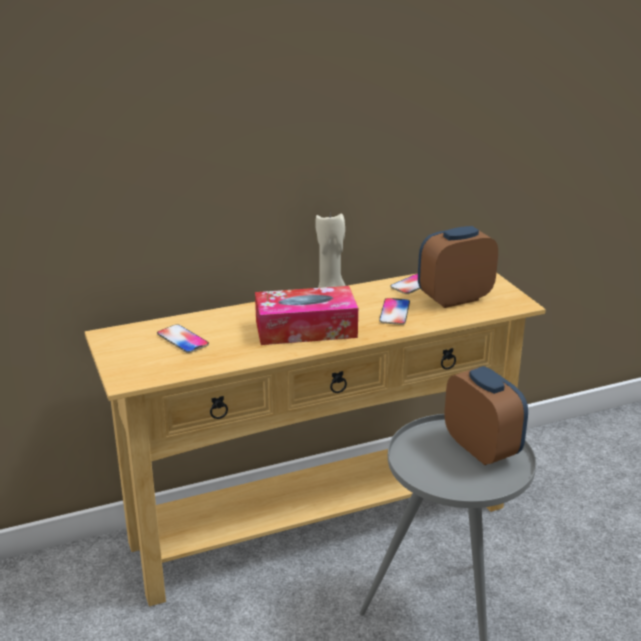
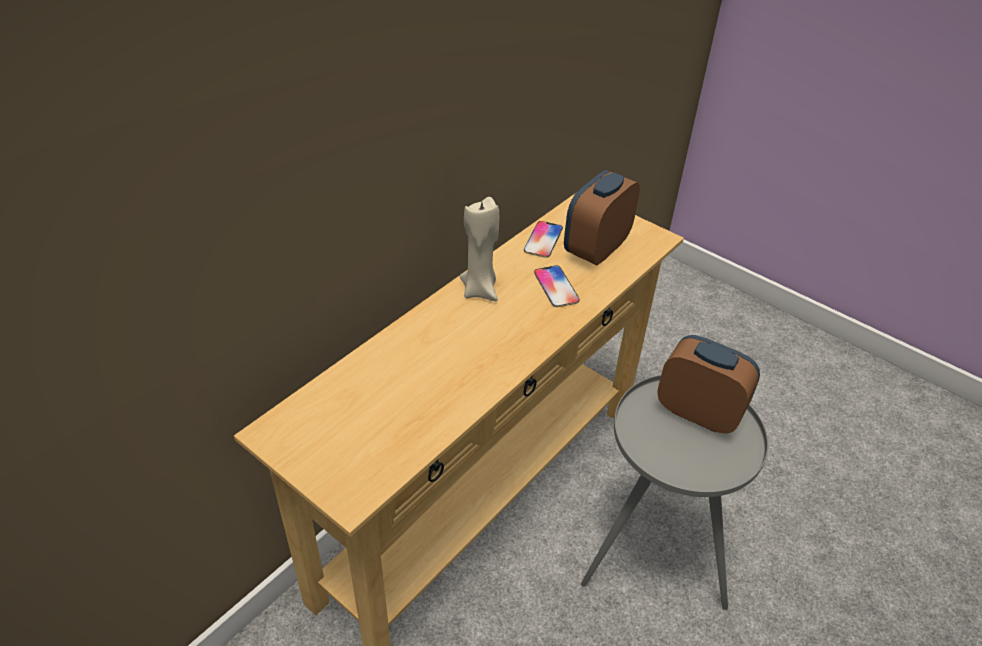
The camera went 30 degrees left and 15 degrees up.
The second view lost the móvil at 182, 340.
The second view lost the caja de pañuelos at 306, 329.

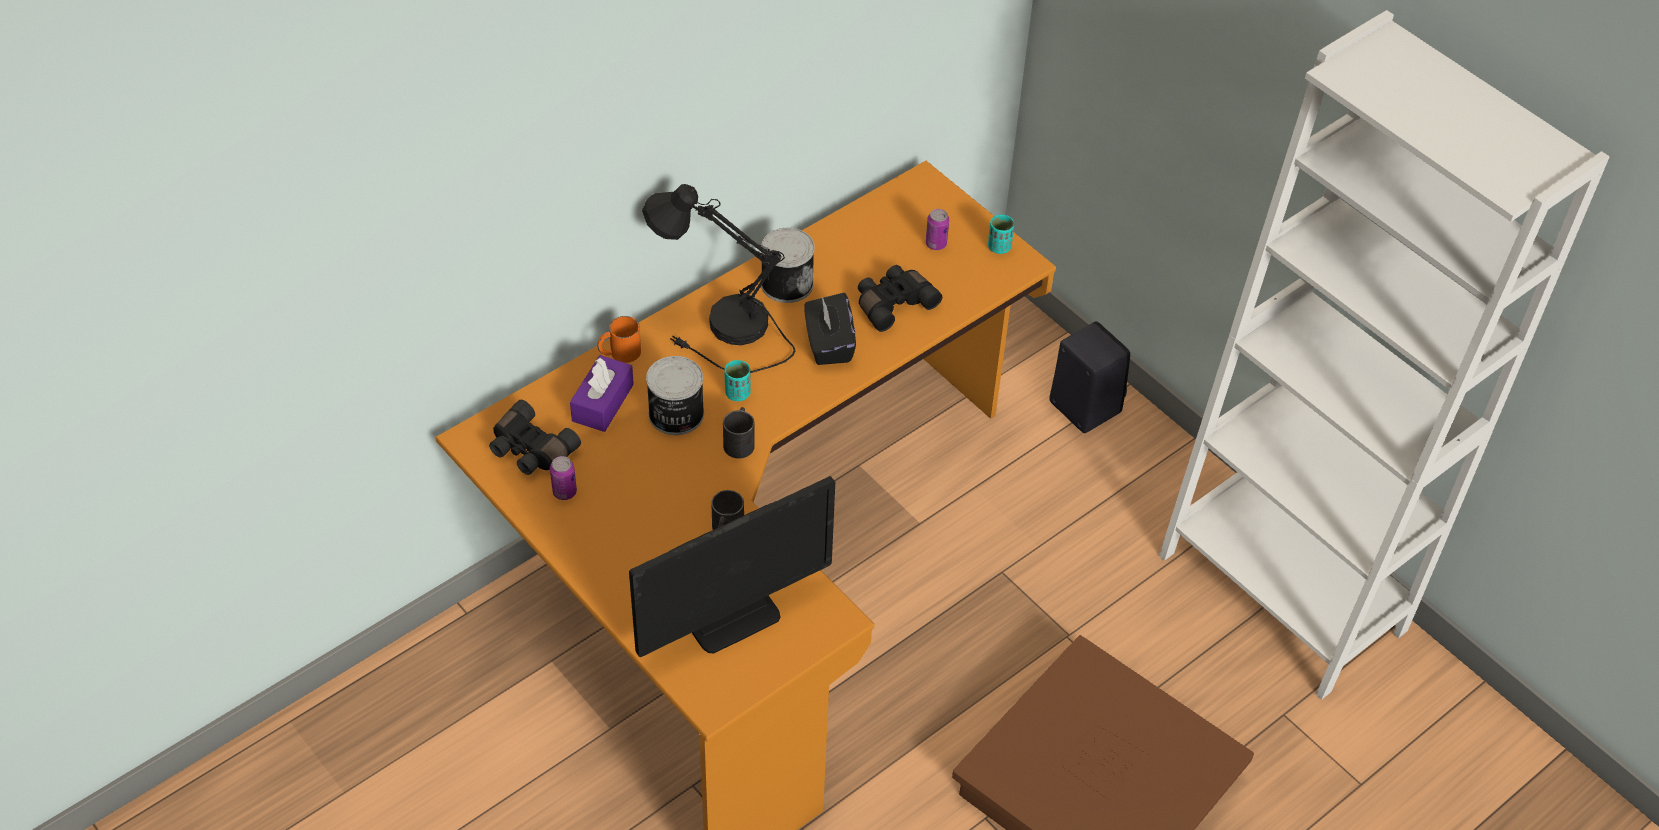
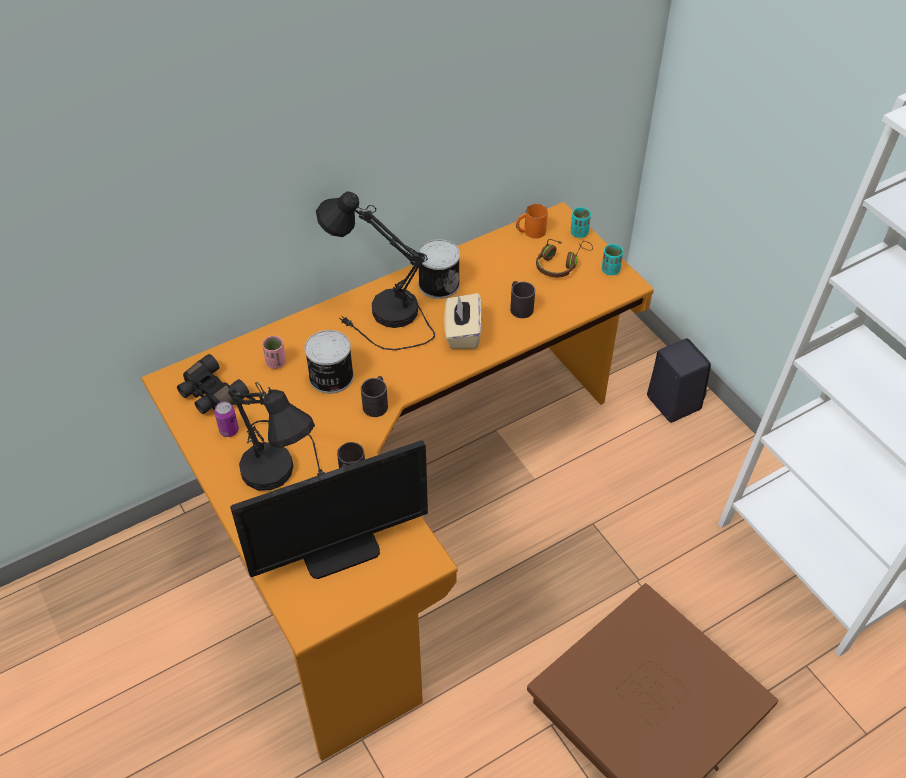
The camera went 10 degrees right and 0 degrees up.
The second view gained the lámpara de mesa (negro) at 285, 468.
The taza grande (naranja) ended up elsewhere, having gone from 619, 353 to 530, 231.
The taza (turquesa) ended up elsewhere, having gone from 737, 393 to 579, 233.
Where the caja de pañuelos (morado) stood at 603, 403, the taza (rosa) came to stand at 276, 362.
Where the prismáticos (negro) stood at 893, 303, the taza grande (negro) came to stand at 519, 306.
Where the lata stood at 936, 244, the auriculares (marrón) came to stand at 561, 264.
What was the caja de pañuelos (negro) at 828, 344 turned into the caja de pañuelos (beis) at 462, 333.

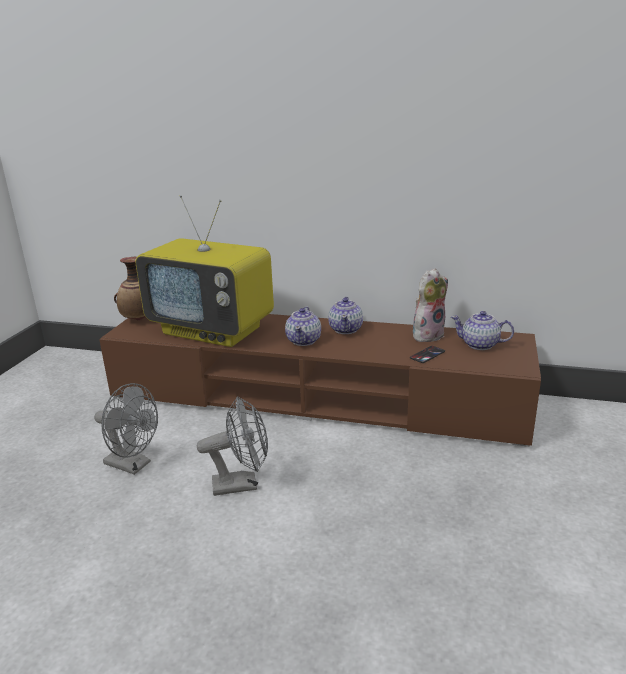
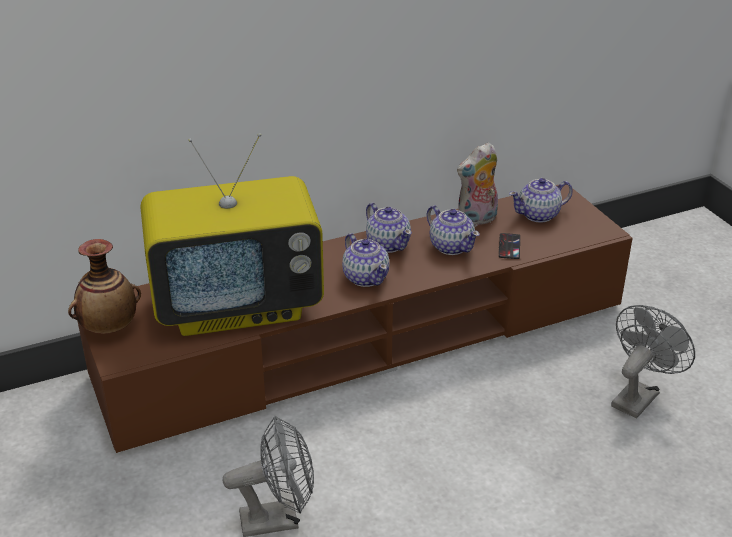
The camera went 40 degrees left and 10 degrees up.
The second view gained the tetera at 451, 246.
The ventilador (gris) ended up elsewhere, having gone from 242, 484 to 638, 396.
The peluche at 427, 335 ended up facing another way, 135 degrees counterclockwise from before.

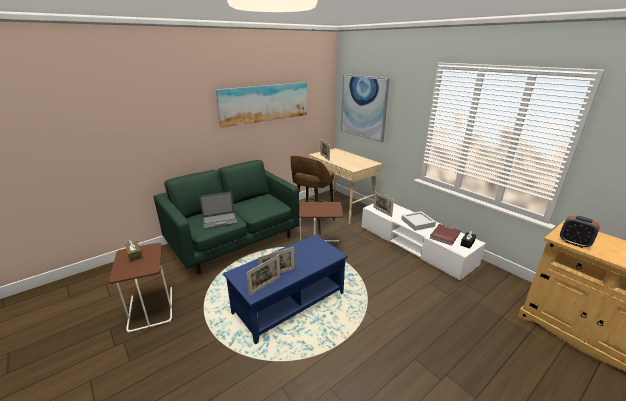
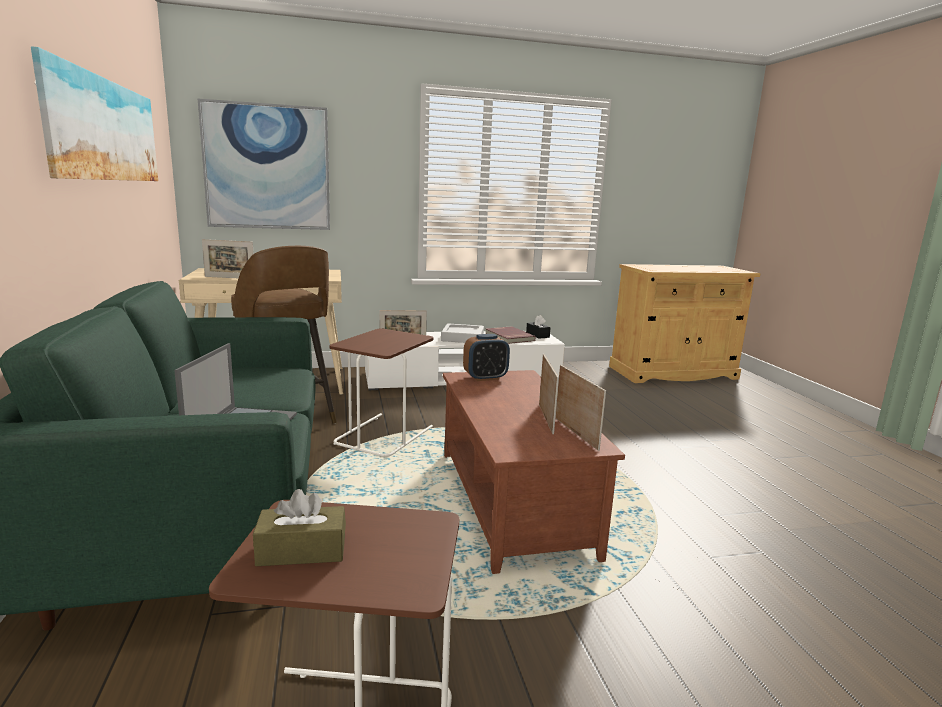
The camera went 65 degrees left and 10 degrees down.
The despertador ended up elsewhere, having gone from 574, 243 to 485, 378.
What was the mesa de centro (azul) at 289, 302 turned into the mesa de centro (marrón) at 510, 501.

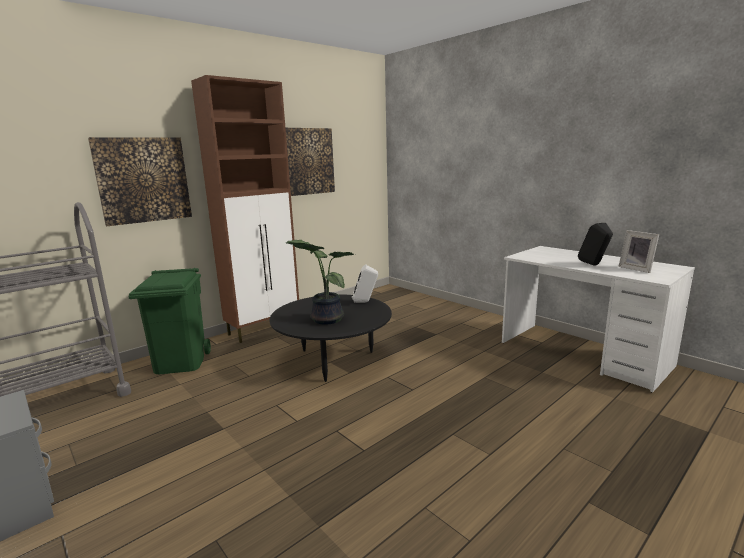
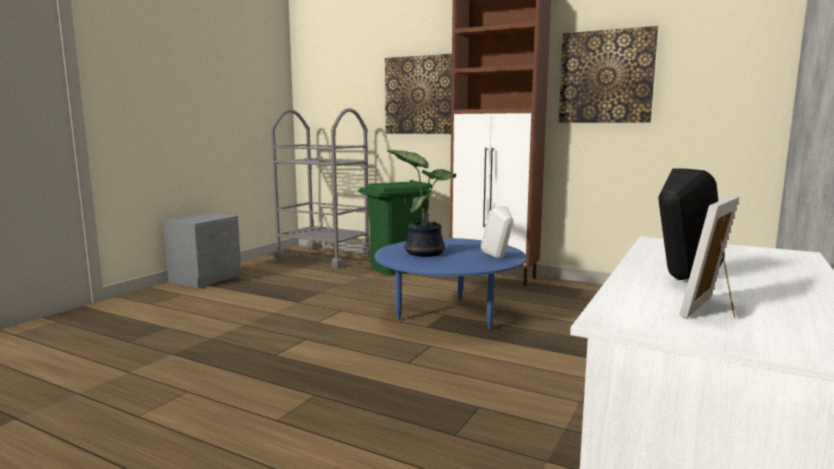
The camera went 70 degrees right and 5 degrees down.
What was the mesa de centro (negro) at 333, 360 turned into the mesa de centro (azul) at 449, 315.

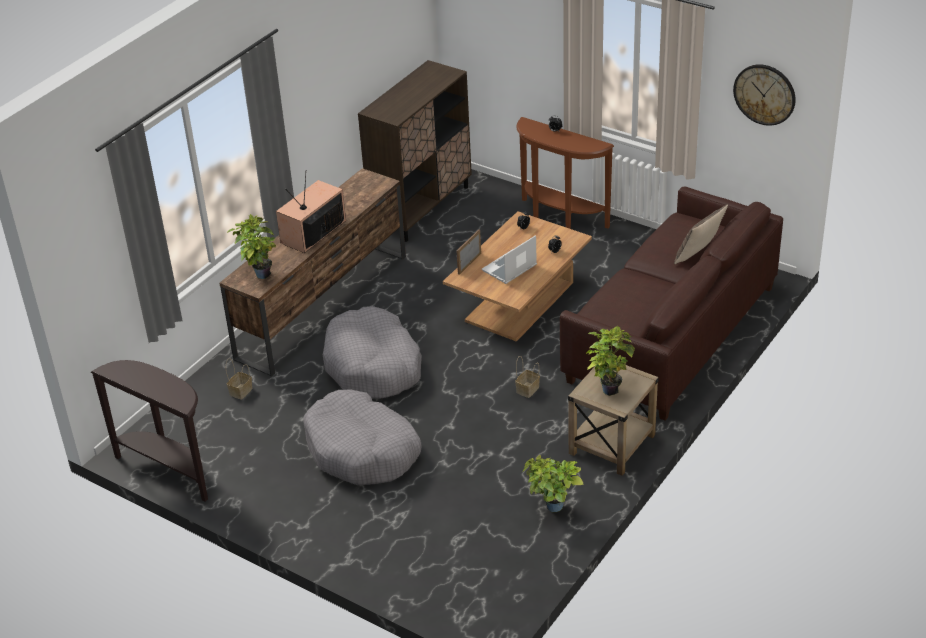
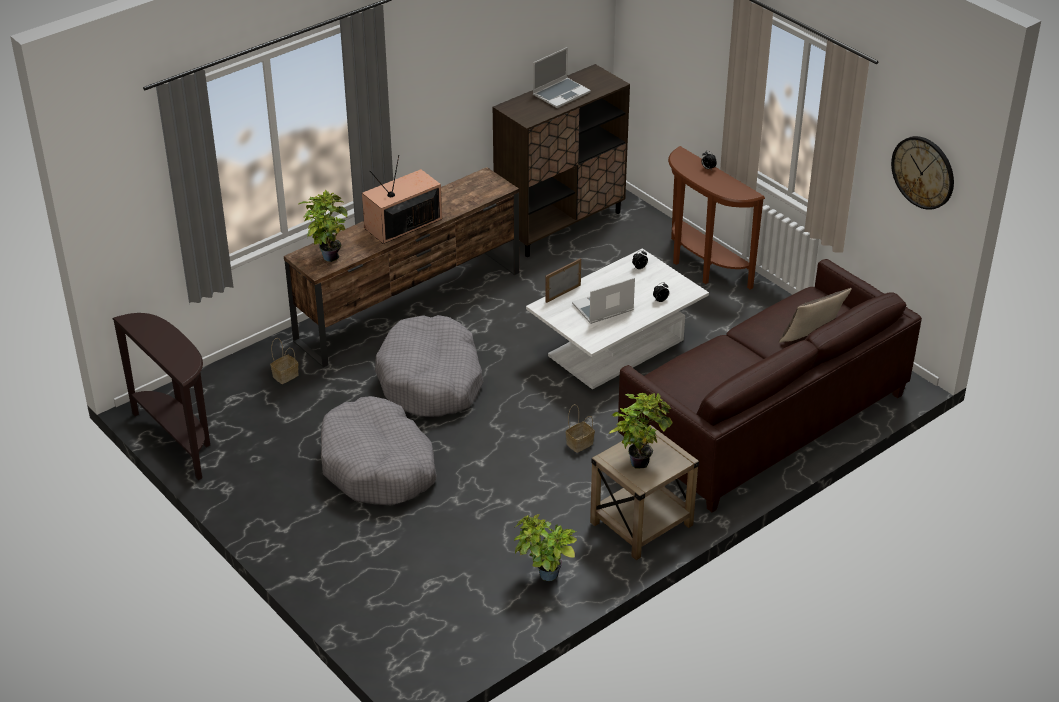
The camera went 15 degrees right and 0 degrees up.
The second view gained the portátil at 561, 93.
What was the mesa de centro (marrón) at 519, 302 turned into the mesa de centro (blanco) at 615, 348.

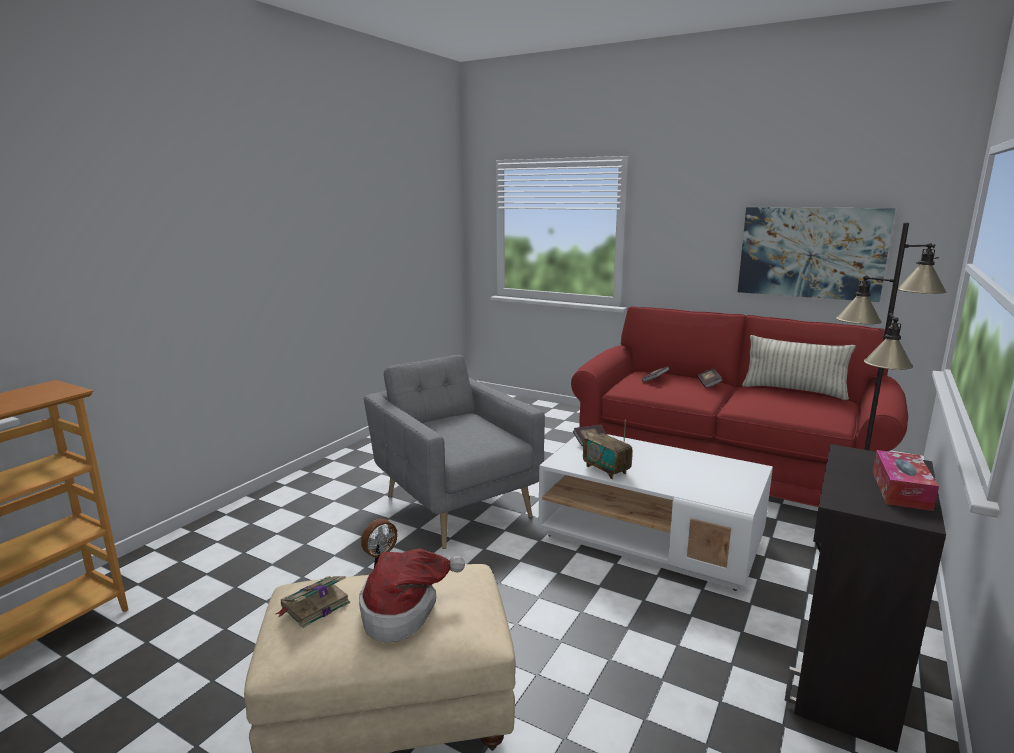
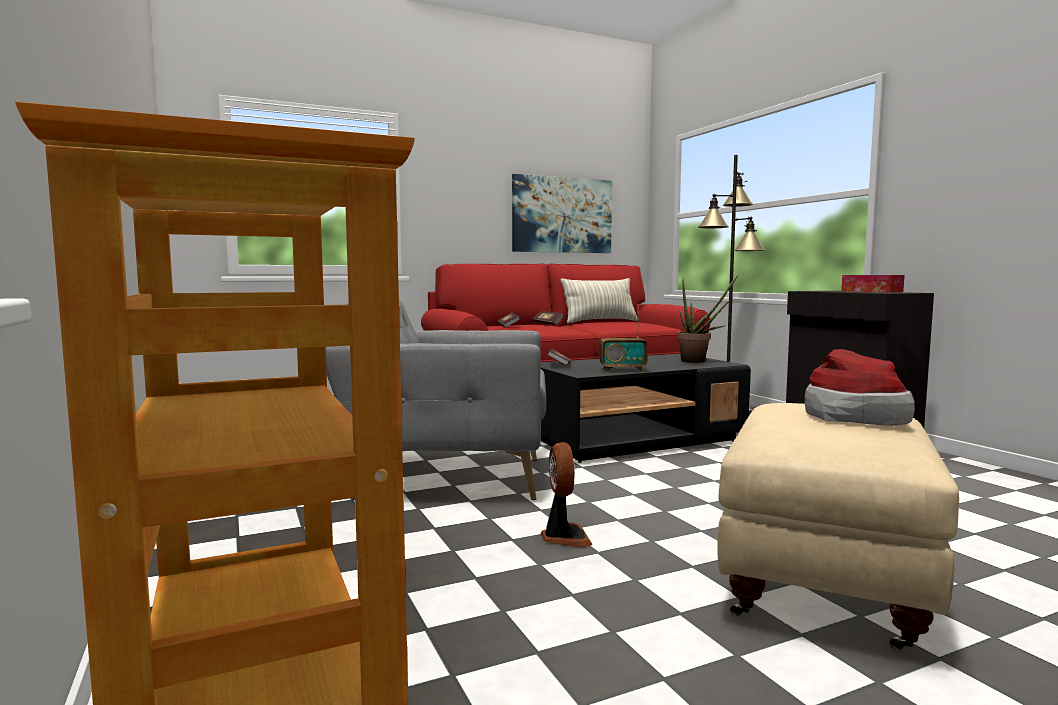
The camera went 55 degrees left and 10 degrees down.
The second view lost the libro at 314, 606.
The second view gained the planta en maceta at 698, 361.
What was the mesa de centro (blanco) at 651, 538 turned into the mesa de centro (negro) at 634, 440.

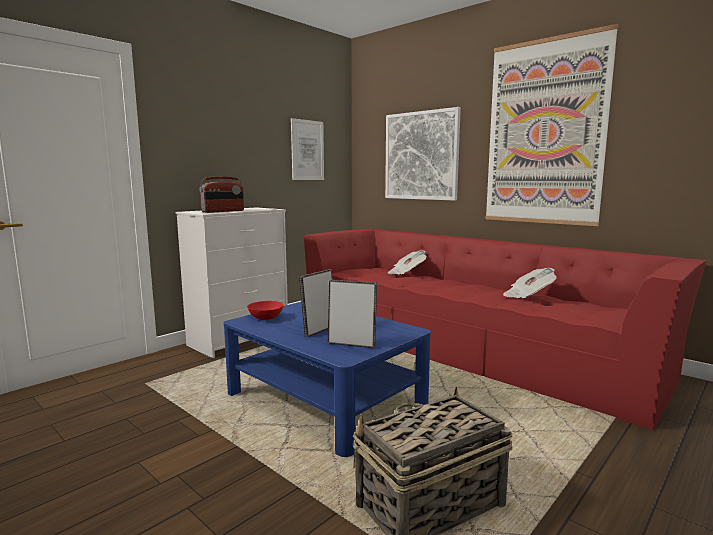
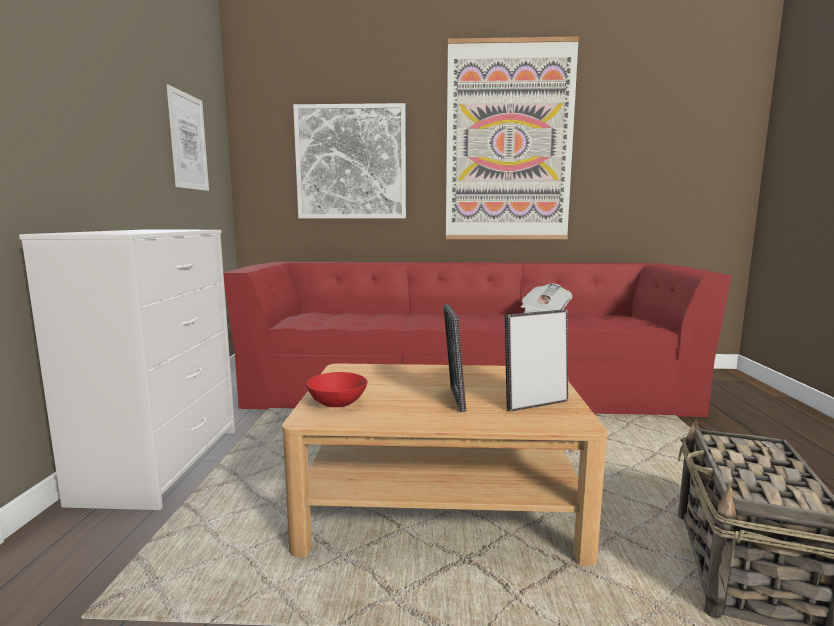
The camera went 40 degrees left and 0 degrees up.
The second view lost the radio at 223, 211.
The second view lost the periódico at 406, 273.
What was the mesa de centro (azul) at 325, 399 turned into the mesa de centro (beis) at 441, 501.

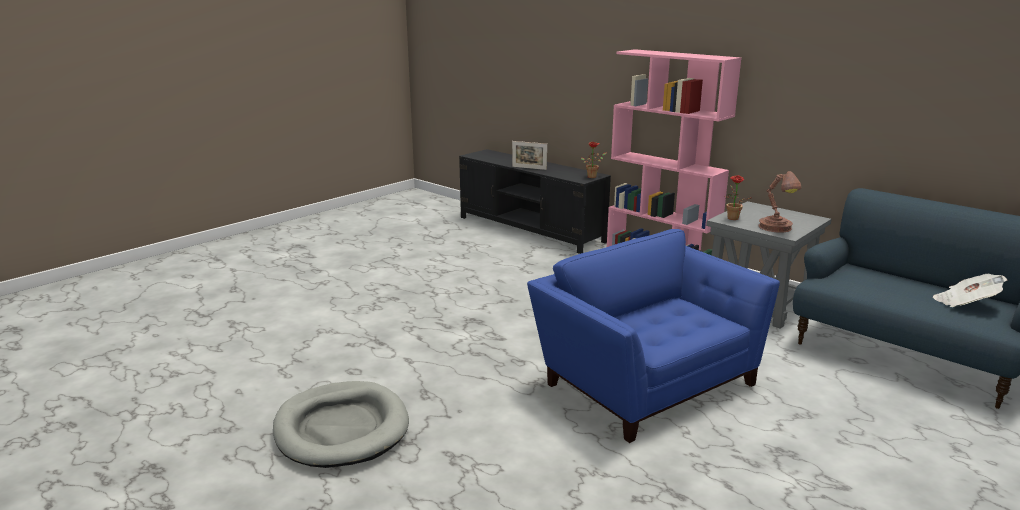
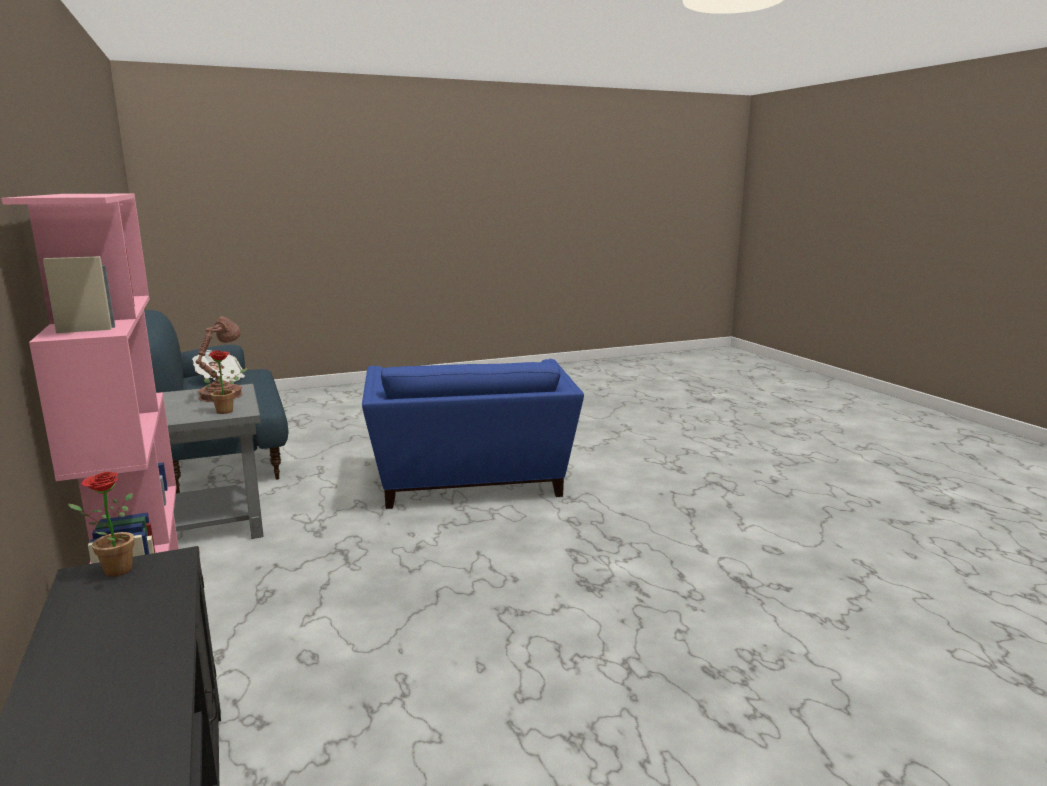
The camera went 155 degrees left and 5 degrees down.
The second view lost the cama para perro (gris) at 341, 429.
The second view lost the portarretratos at 529, 168.

